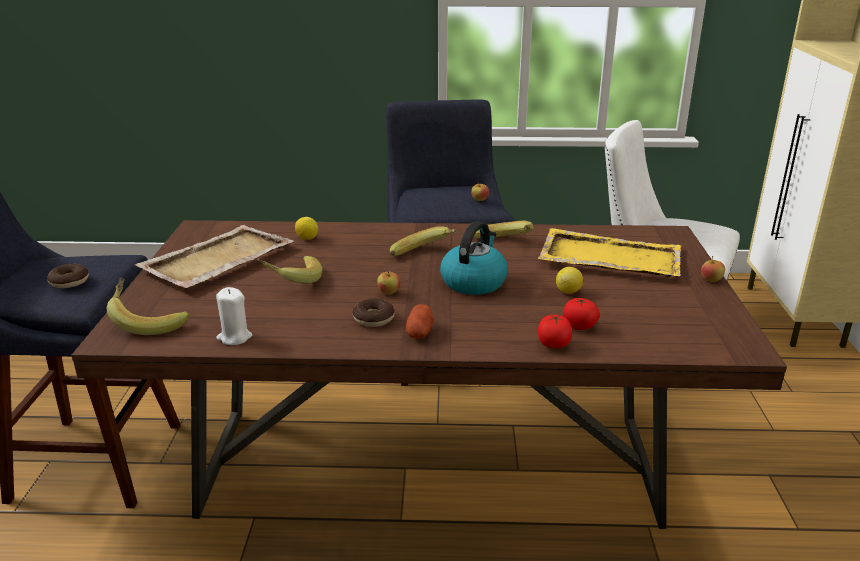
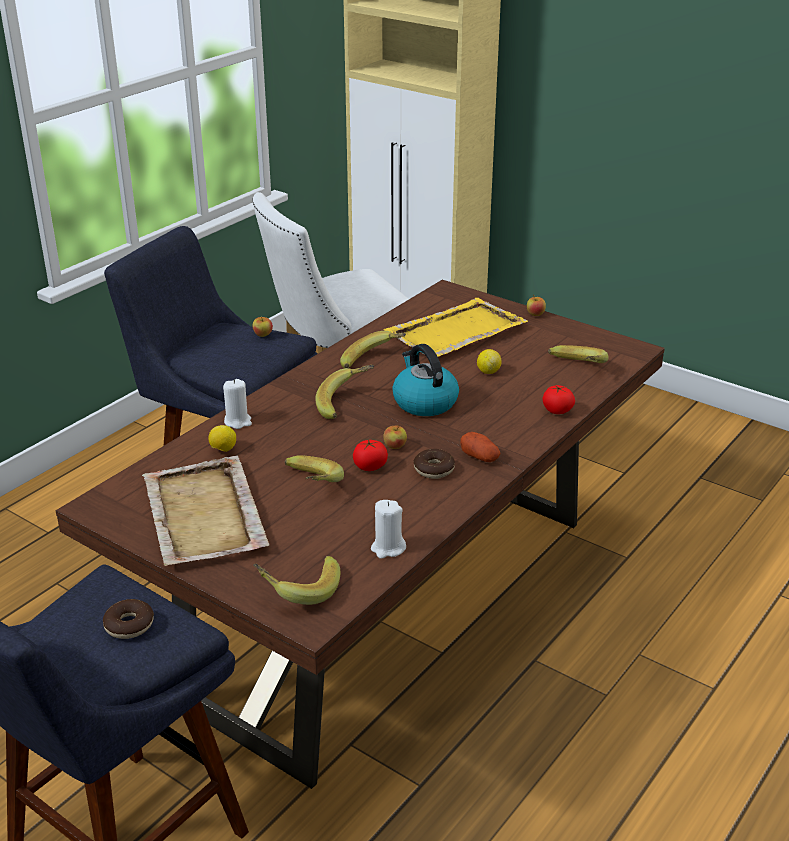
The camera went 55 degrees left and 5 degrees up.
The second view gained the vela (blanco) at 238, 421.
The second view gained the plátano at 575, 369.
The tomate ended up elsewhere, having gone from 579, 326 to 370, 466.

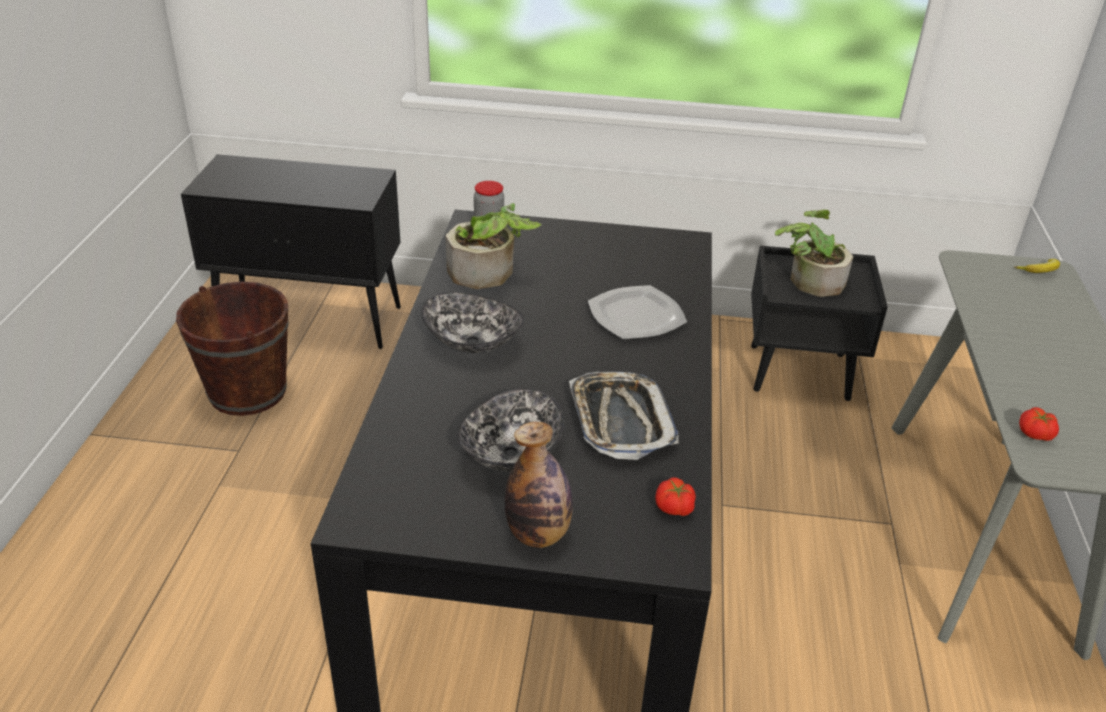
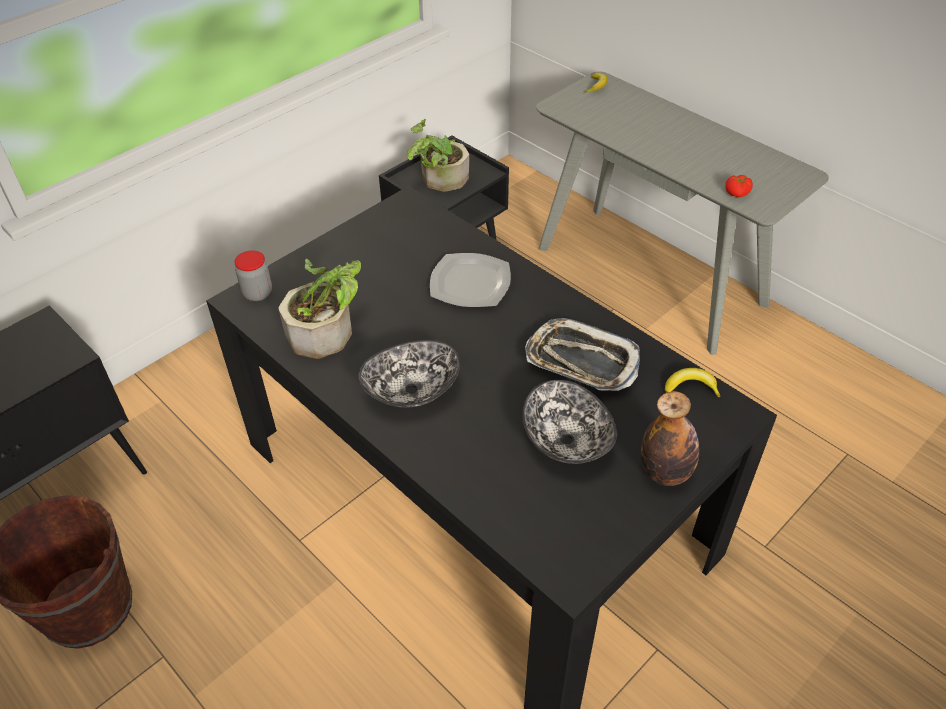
The camera went 50 degrees left and 10 degrees up.
Where the tomate stood at 674, 507, the plátano came to stand at 690, 387.

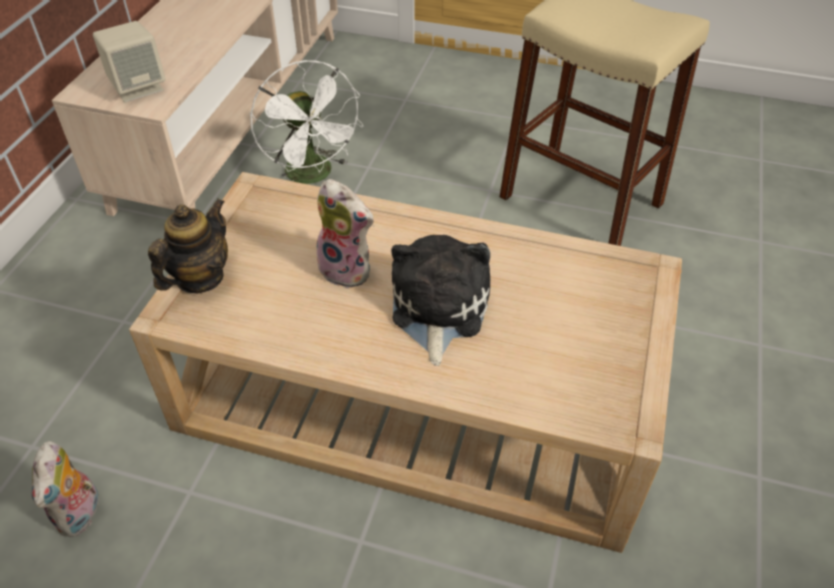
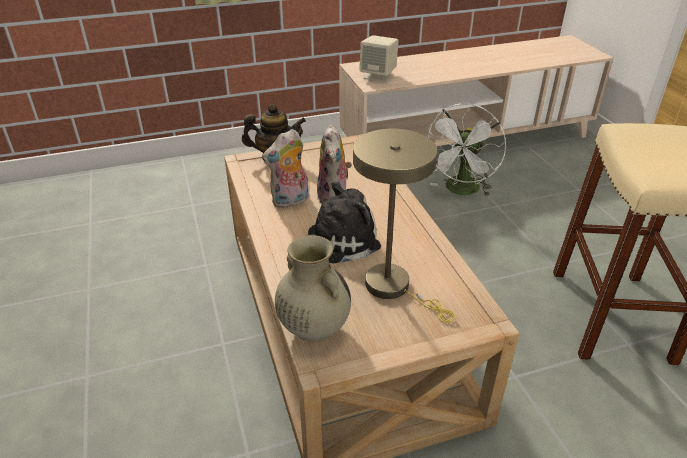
The camera went 55 degrees right and 10 degrees down.
The second view gained the florero (beis) at 313, 327.
The second view gained the lámpara de mesa (beis) at 394, 287.
The peluche ended up elsewhere, having gone from 81, 514 to 290, 201.

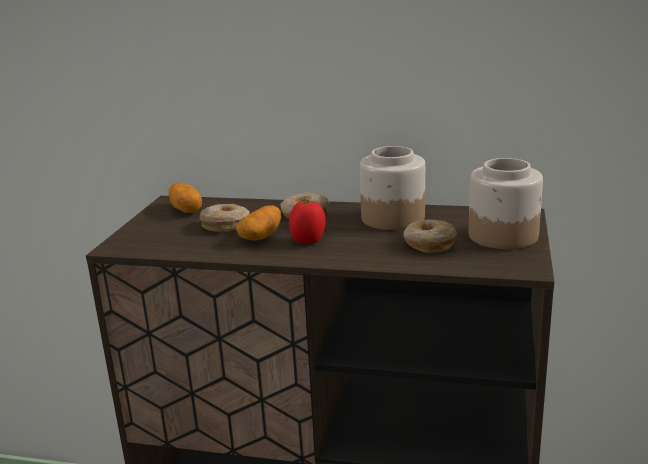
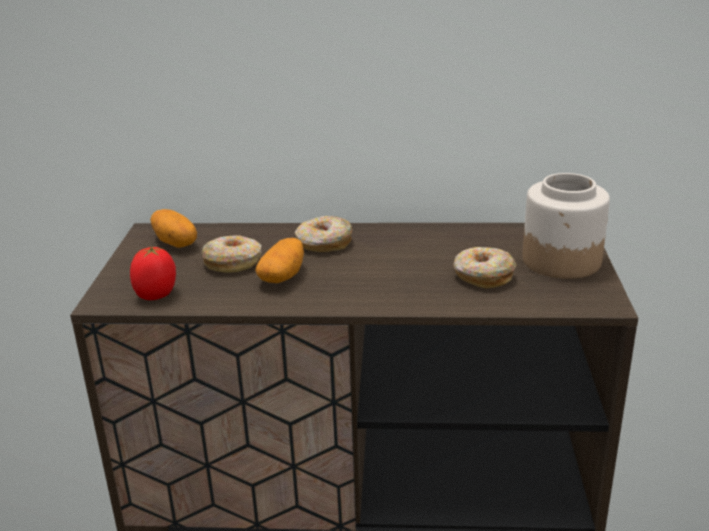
The camera went 10 degrees left and 5 degrees up.
The second view lost the tarro at 392, 218.
The tomate ended up elsewhere, having gone from 308, 241 to 156, 295.

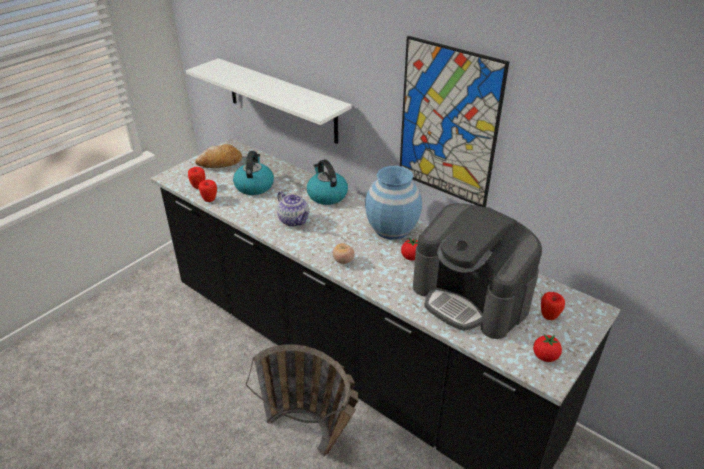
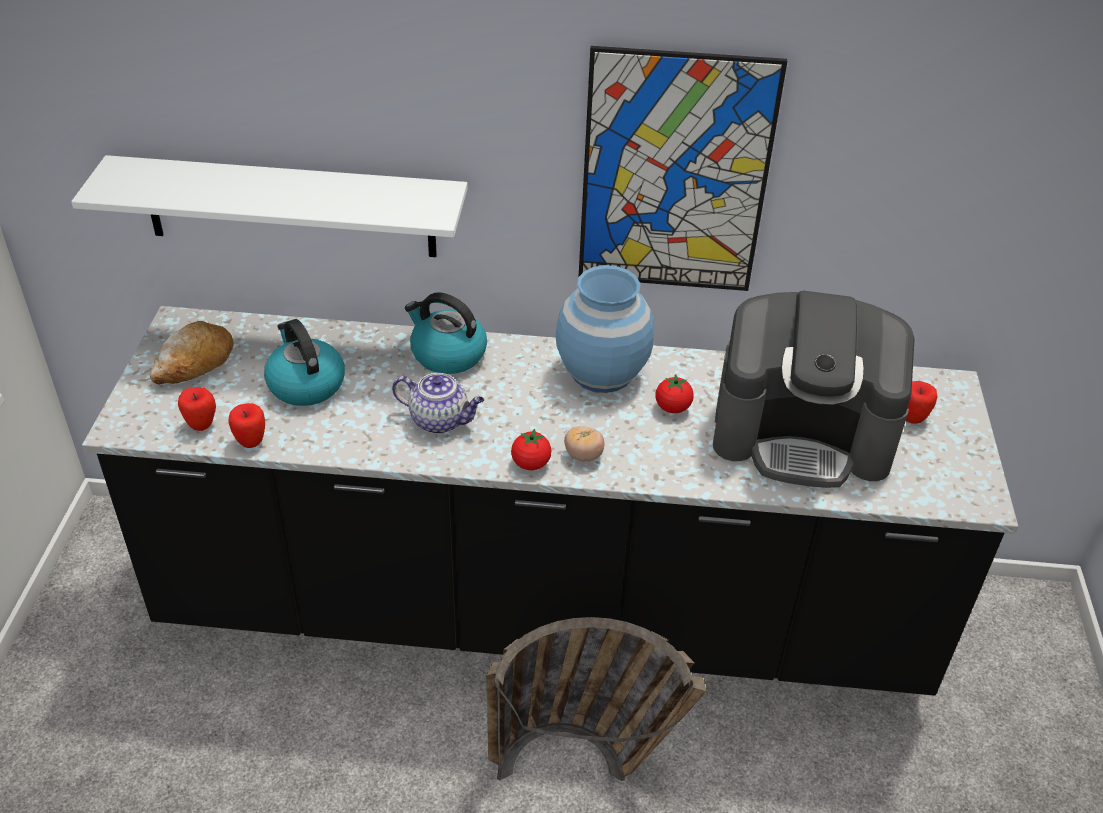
The camera went 35 degrees left and 5 degrees up.
The tomate ended up elsewhere, having gone from 545, 356 to 531, 464.

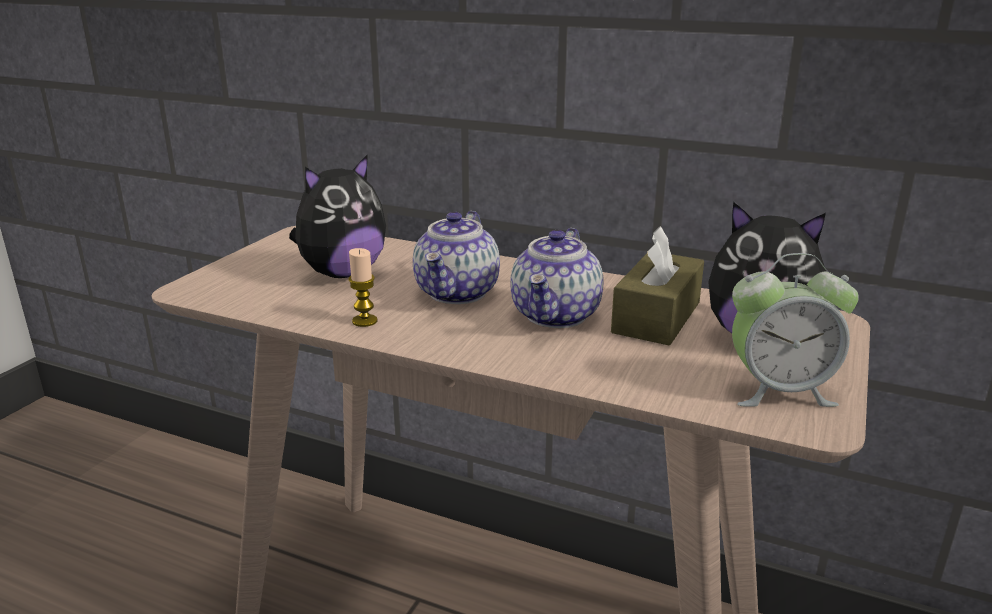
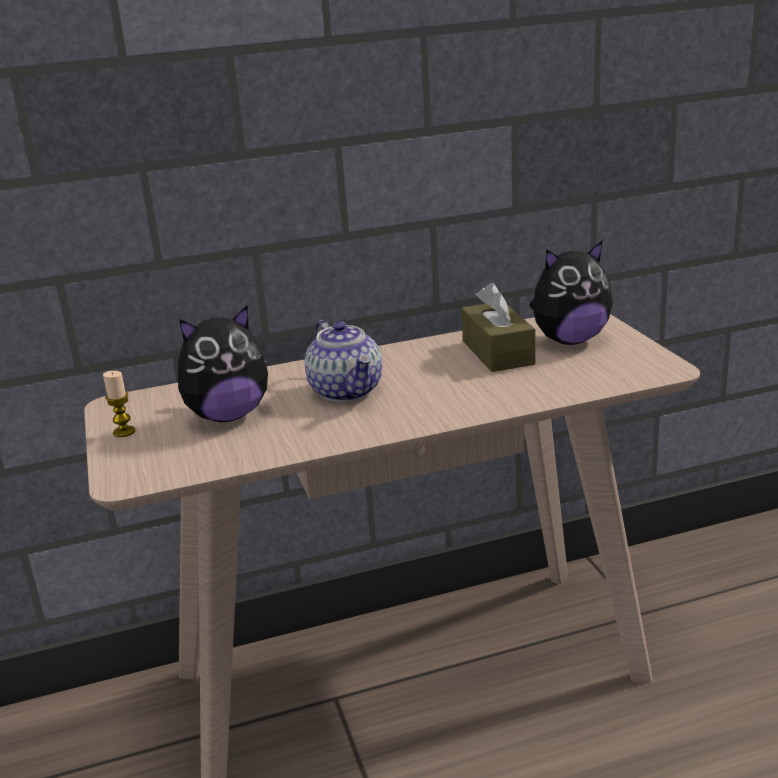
The camera went 40 degrees left and 0 degrees up.
The second view lost the tetera at 556, 316.
The second view lost the despertador at 779, 391.
The vela ended up elsewhere, having gone from 364, 321 to 124, 432.
The peluche at 342, 273 ended up facing another way, 60 degrees clockwise from before.

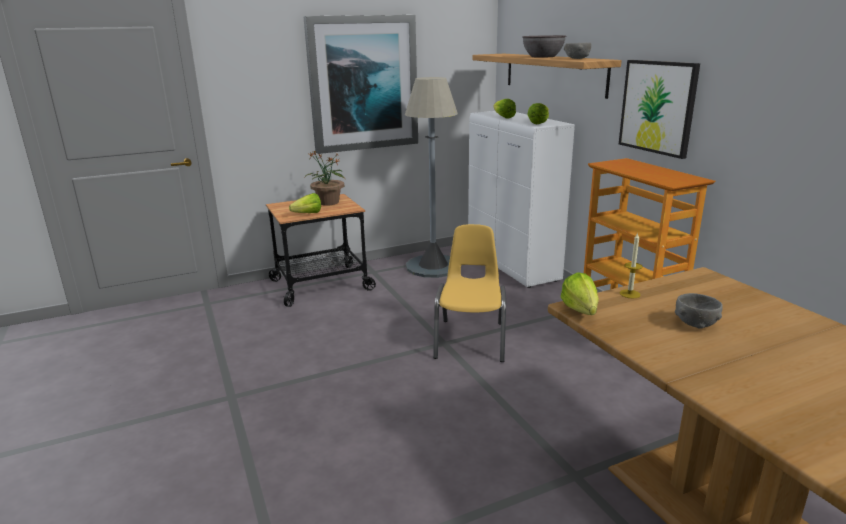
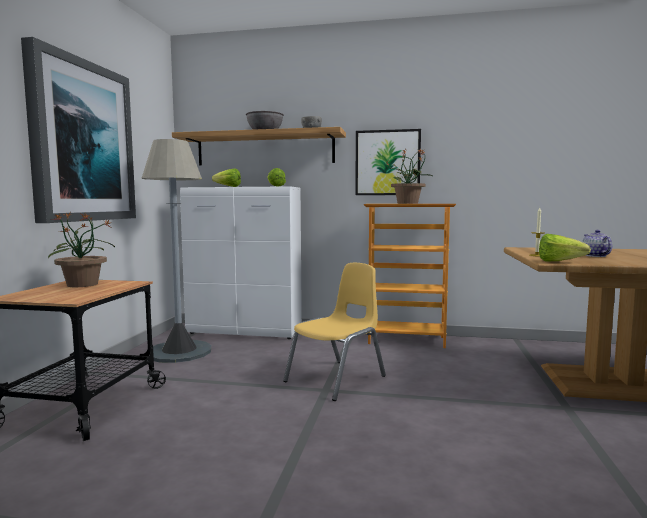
The camera went 55 degrees left and 15 degrees down.
The second view lost the lechuga at 305, 214.
The second view gained the planta en maceta at 408, 203.
Where the cuenco (gris) stood at 695, 324, the tetera came to stand at 595, 256.
The silla (amarillo) at 471, 340 ended up facing another way, 90 degrees clockwise from before.

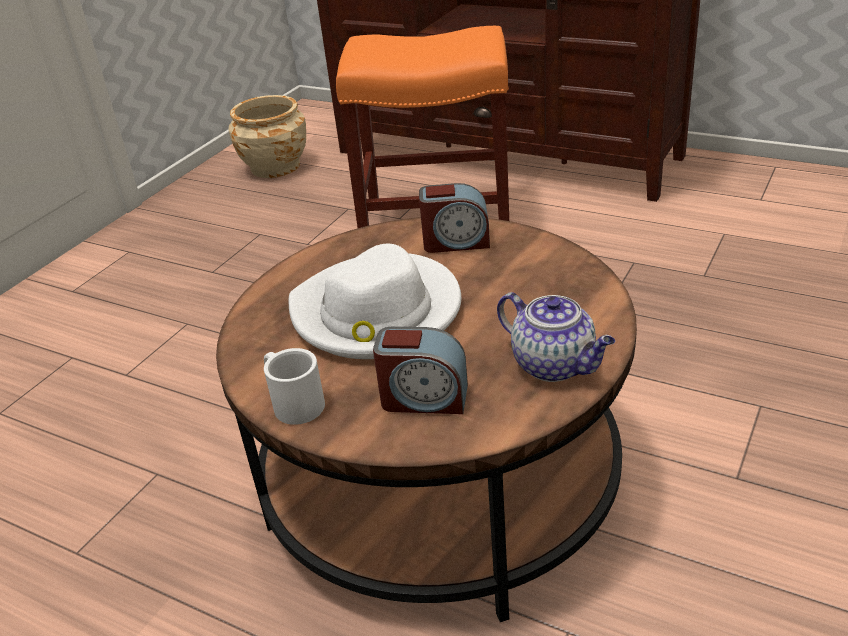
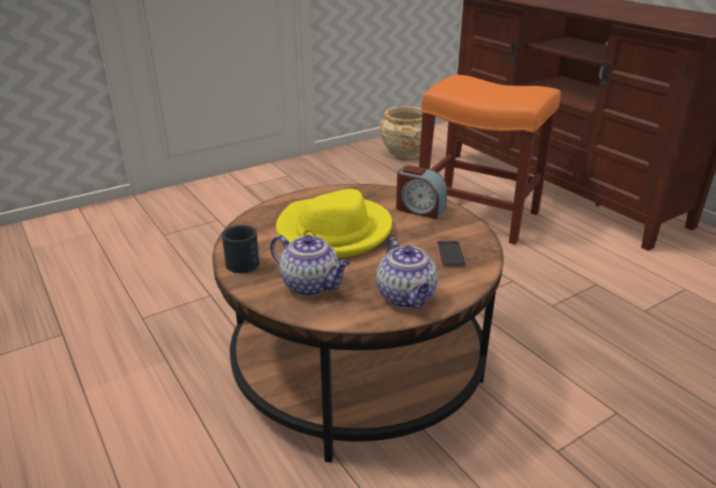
The camera went 25 degrees right and 5 degrees down.
The second view gained the móvil at 450, 254.
Where the despertador stood at 424, 398, the tetera came to stand at 311, 285.
What was the taza grande (blanco) at 293, 401 turned into the taza grande (negro) at 242, 260.
What was the sombrero (blanco) at 376, 313 turned into the sombrero (amarillo) at 333, 231.

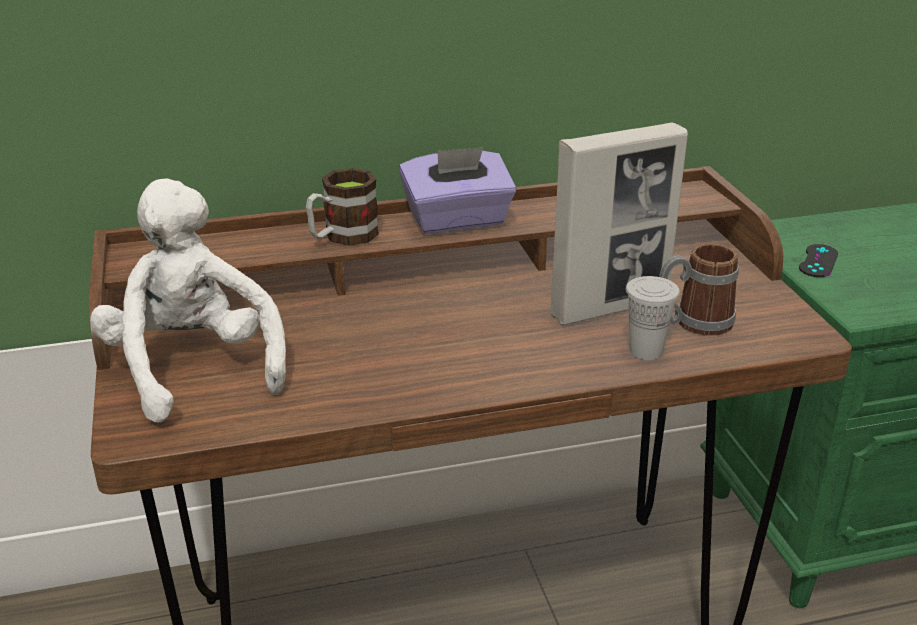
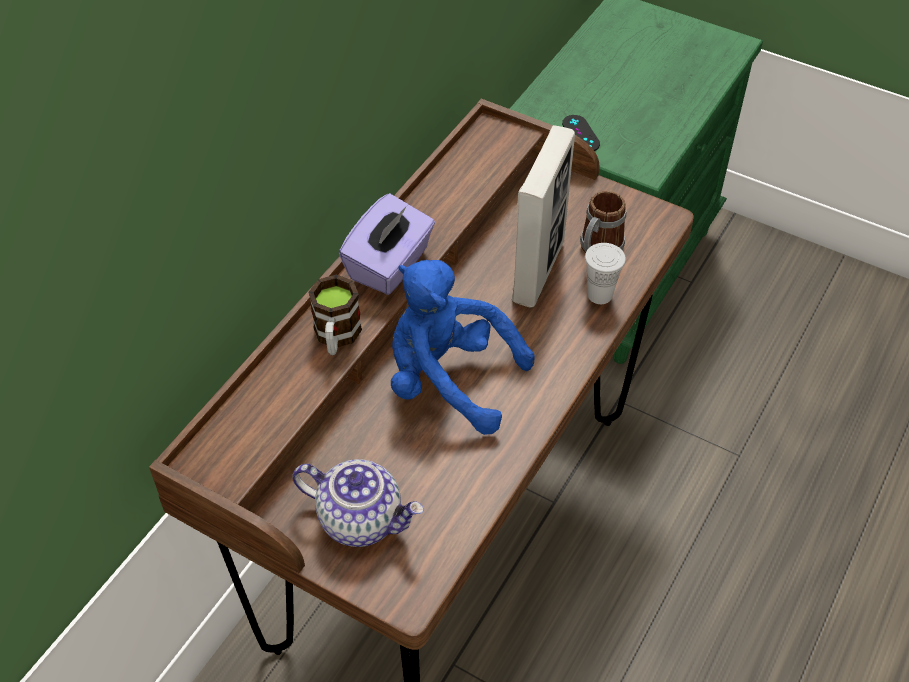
The camera went 45 degrees left and 20 degrees up.
The second view gained the peluche (azul) at 448, 380.
Where the peluche (blanco) stood at 193, 368, the tetera came to stand at 361, 519.

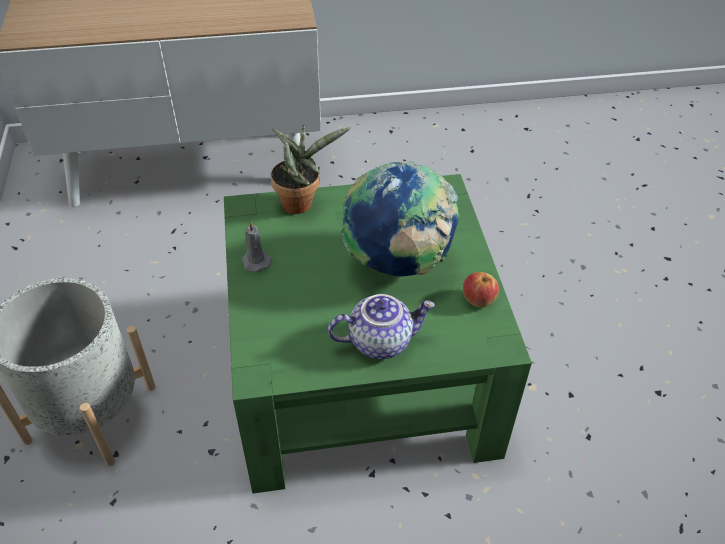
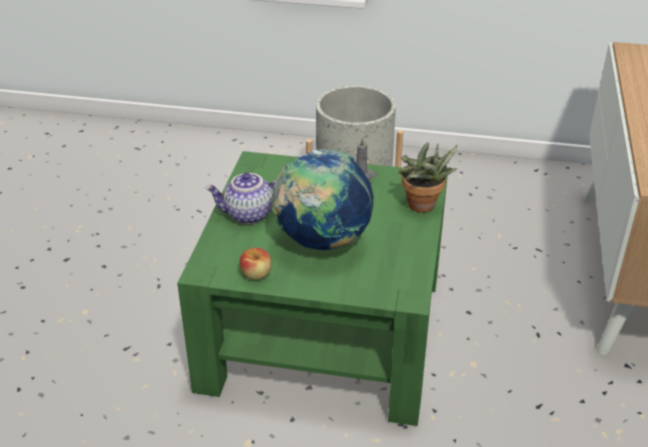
The camera went 110 degrees right and 10 degrees down.
The tetera at 380, 340 ended up facing another way, 75 degrees clockwise from before.

